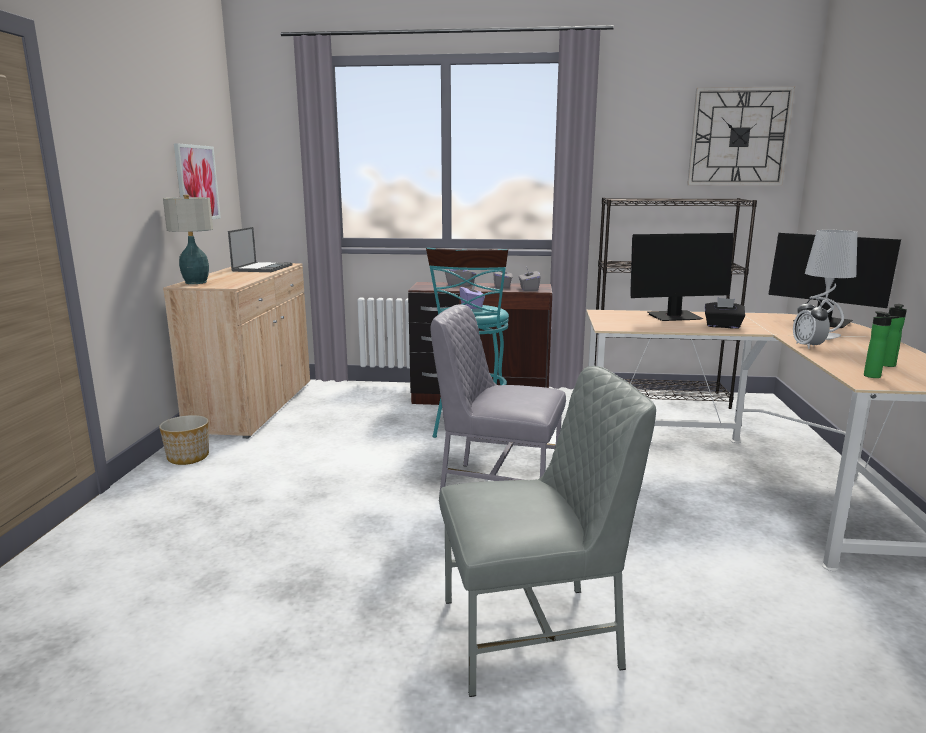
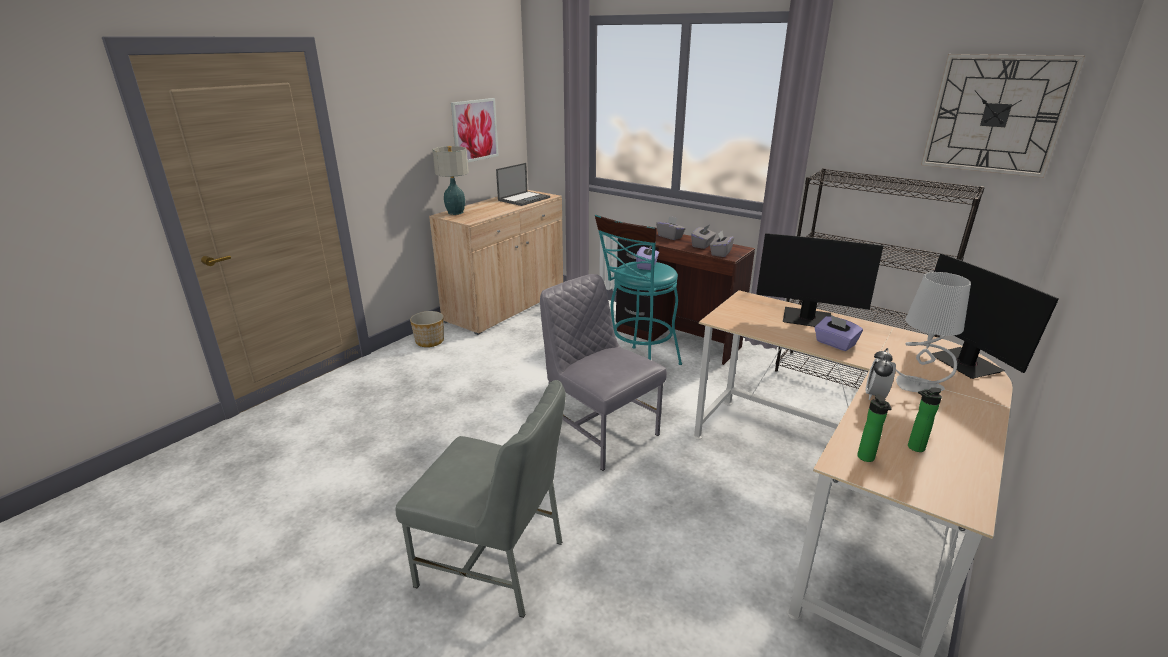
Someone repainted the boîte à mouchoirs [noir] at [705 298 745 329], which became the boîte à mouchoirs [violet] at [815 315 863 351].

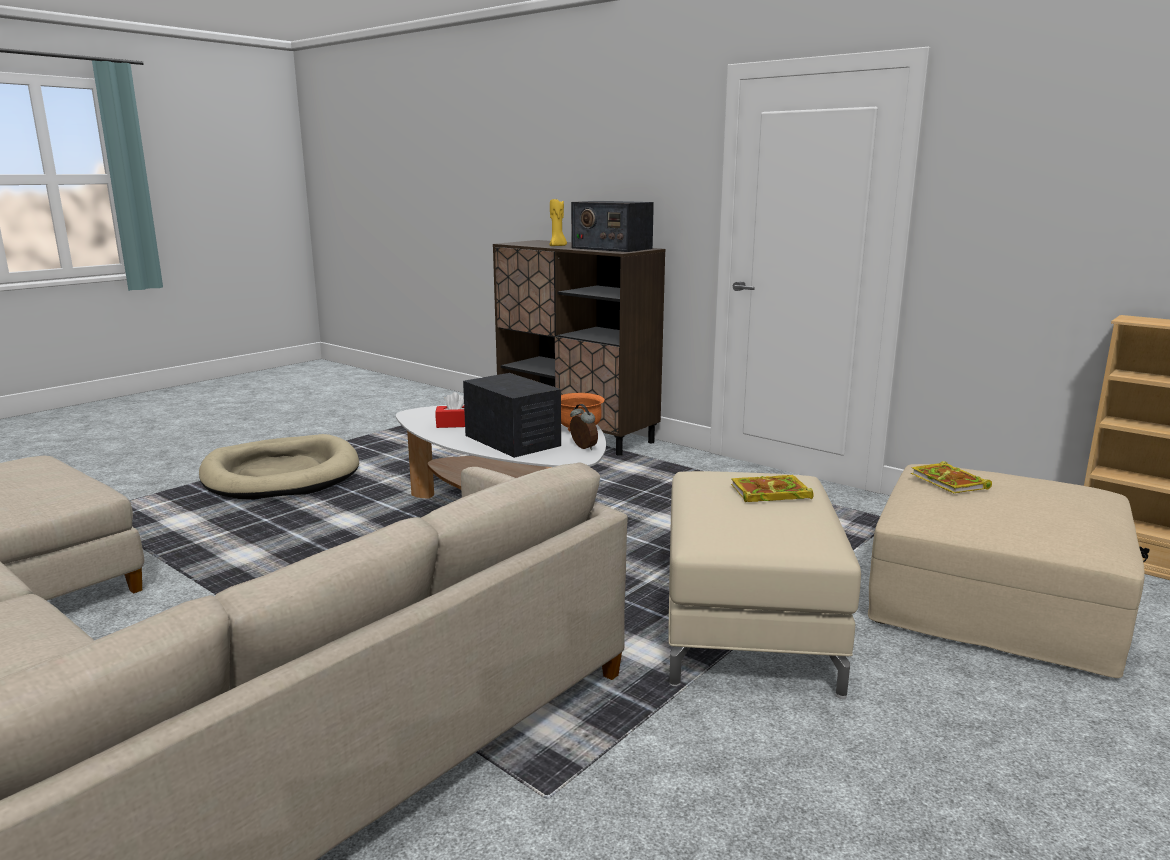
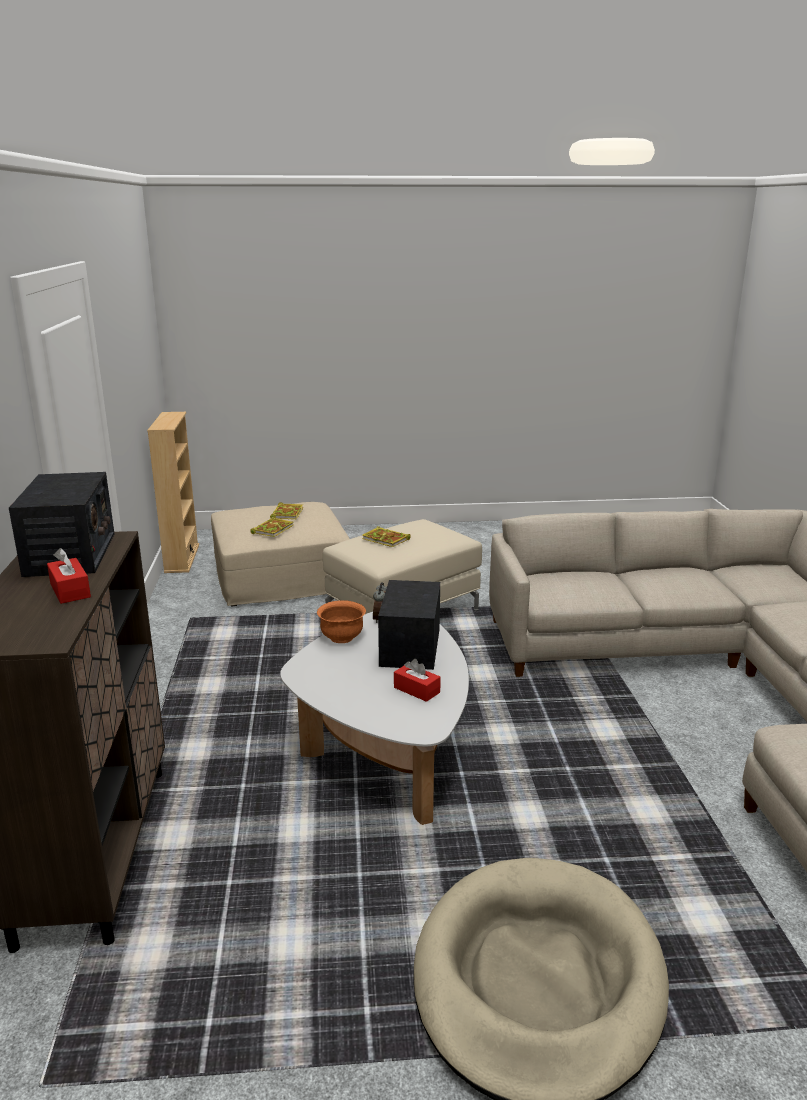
Someone put down the livre at [270 502 303 519]. Someone swapped the bougie [jaune] at [550 199 567 246] for the boîte à mouchoirs [rouge] at [47 548 91 604].

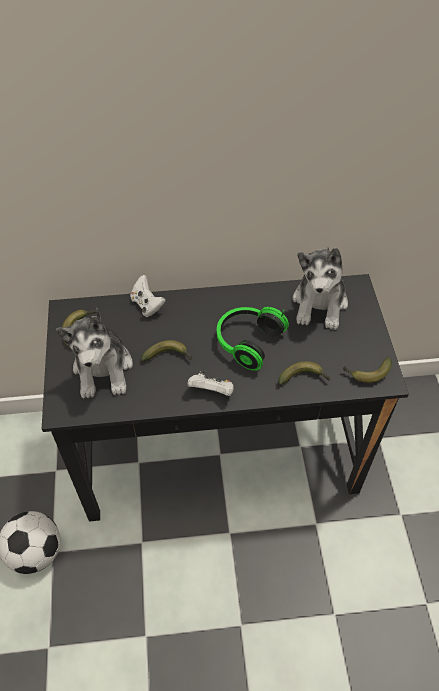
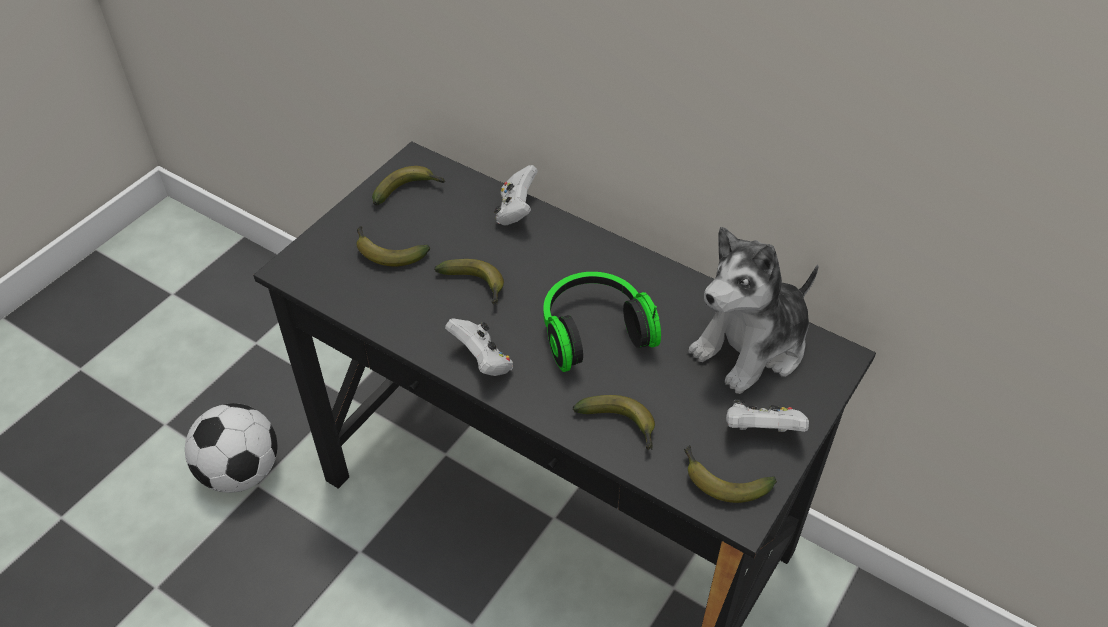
Someone put down the manette [blanc] at [726 399 809 432]. Someone swapped the peluche at [56 308 133 398] for the banane at [356 226 430 266].

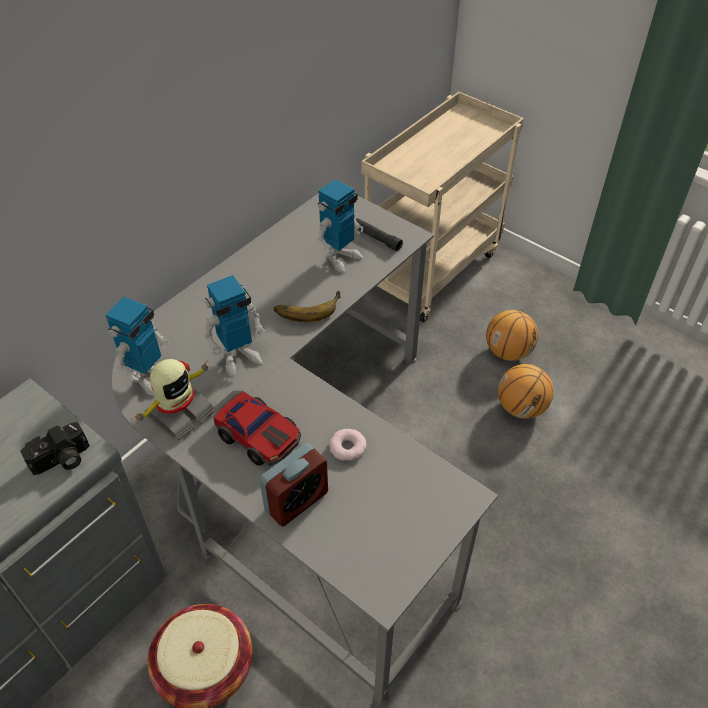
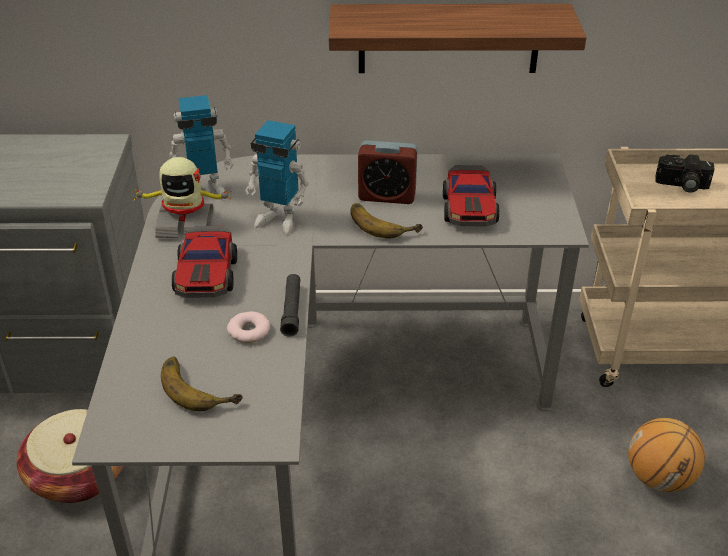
Someone took away the ballon de basket at [498 364 554 419]. Someone put down the banane at [161 357 243 411]. Someone put up the étagère at [329 4 587 73]. Someone carried the appareil photo from [20 422 90 475] to [655 154 715 193]. Someone carried the réveil from [259 443 328 527] to [358 140 418 204]. Someone carried the lampe de poche [noir] from [354 218 403 251] to [280 274 300 337]. Someone swapped the robot jouet at [318 179 363 273] for the petite voiture at [443 165 499 227].

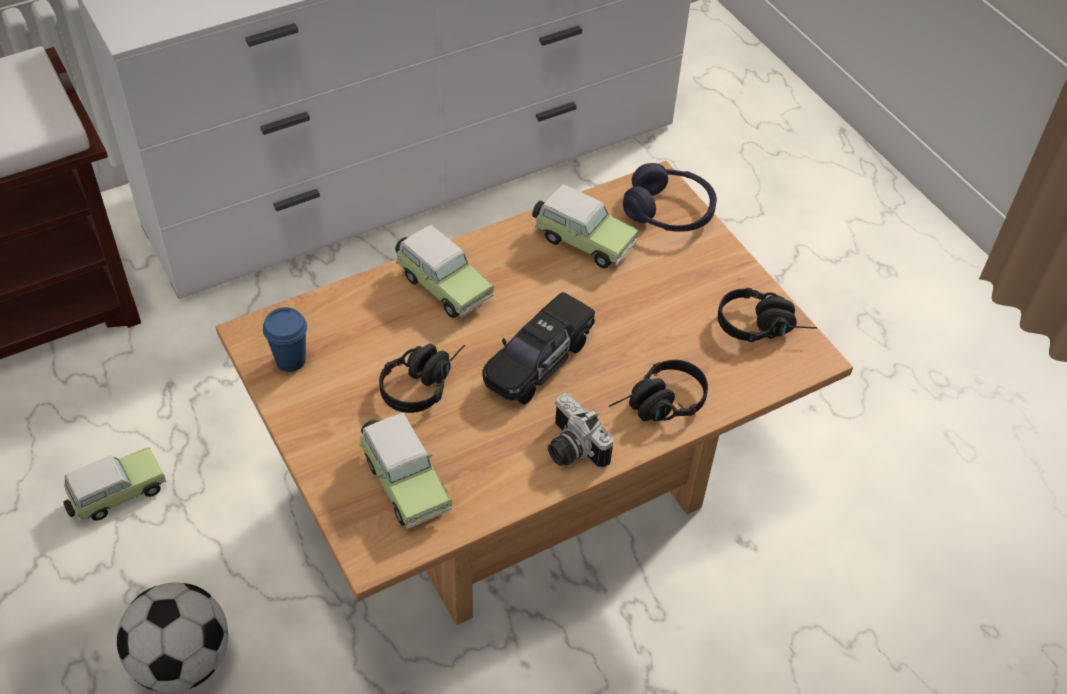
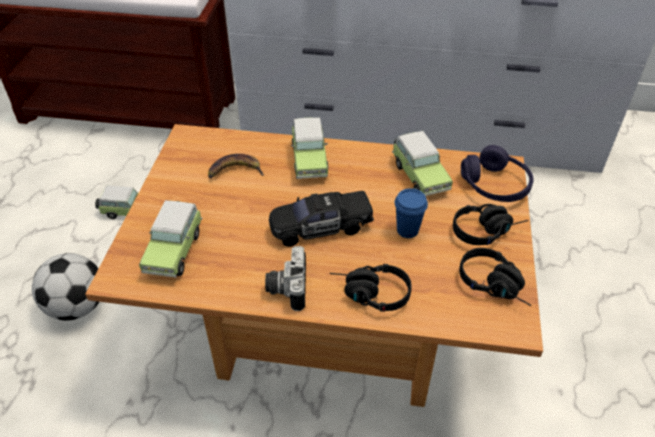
Someone put down the banane at [208 154 264 178]. Someone carried the tasse [bleu] from [263 307 307 372] to [395 188 428 238]. Someone carried the casque audio [noir] from [379 344 465 413] to [453 204 529 245].

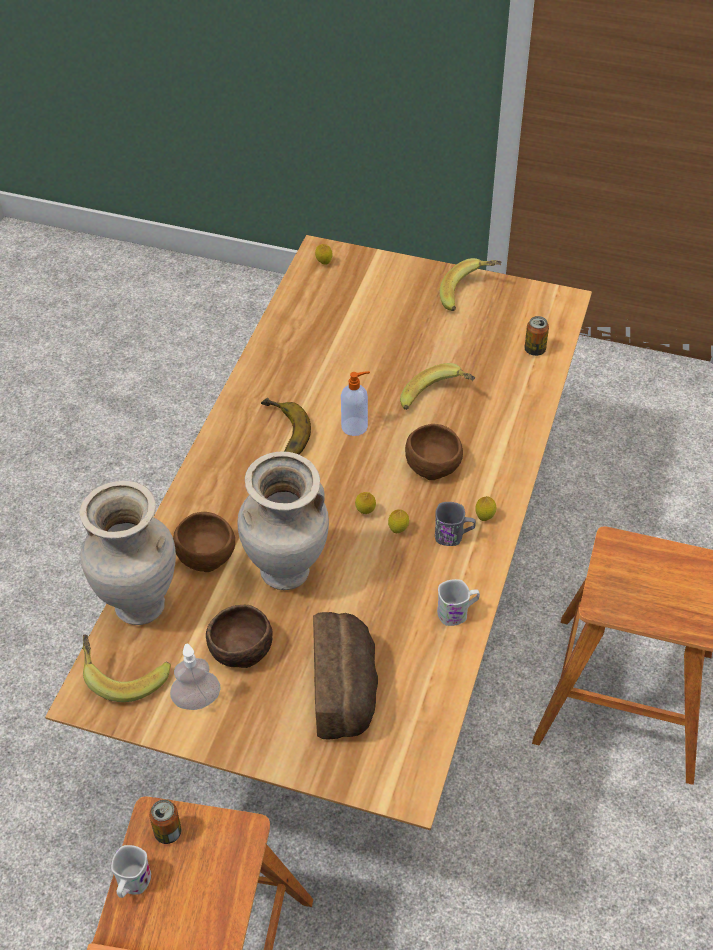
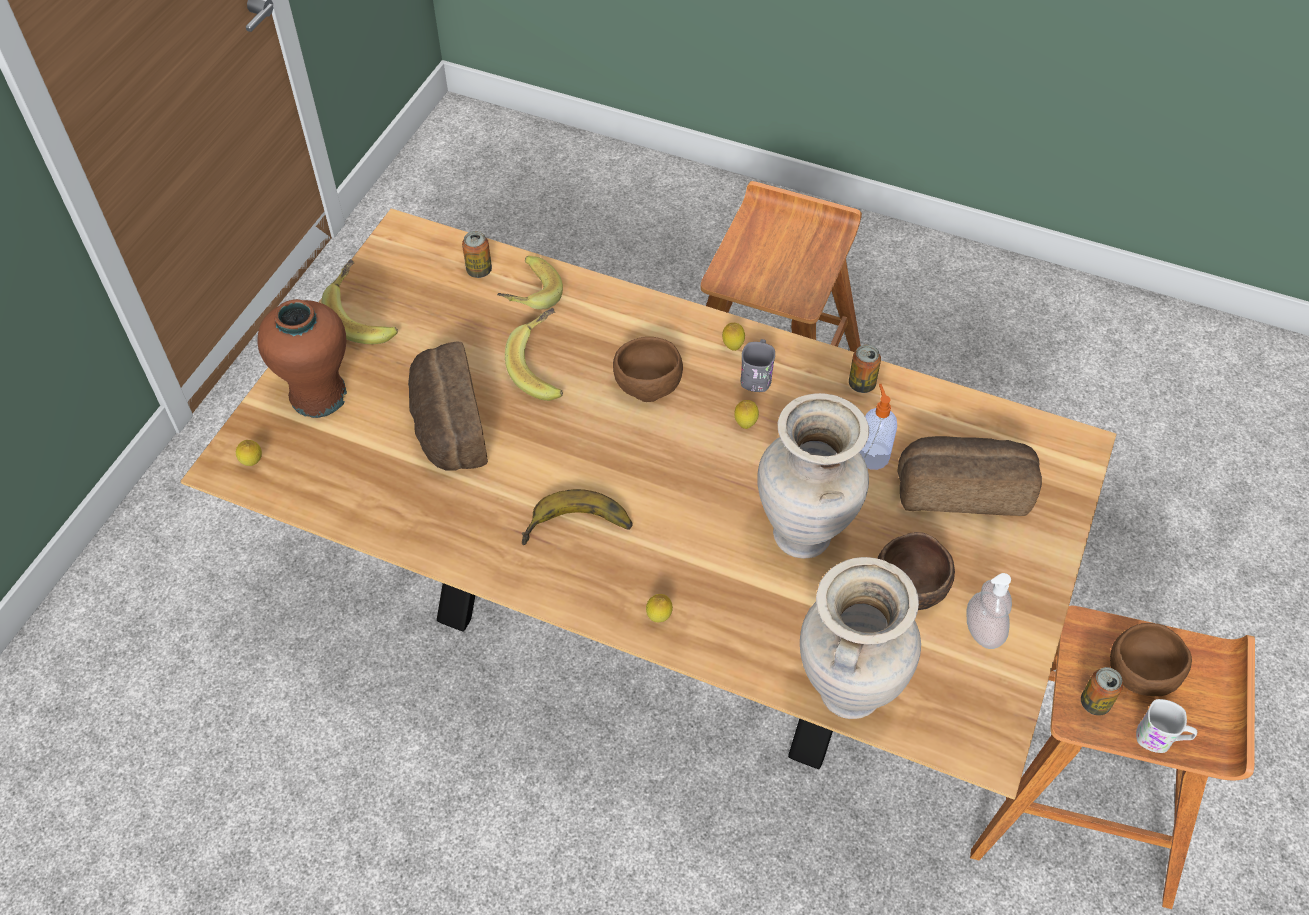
Someone put down the vase [marron] at [257 299 347 418]. Someone put down the pain at [408 342 488 471]. Someone carried the banane from [82 634 171 702] to [497 256 563 309]. Someone carried the bol [marron] from [173 512 235 572] to [1110 623 1192 696]. Someone carried the distributeur de savon from [341 371 370 436] to [859 384 897 470]. Someone carried the citron from [355 492 376 514] to [646 594 673 622]. Someone swapped the mug [blanc] at [437 579 480 626] for the boîte métallique at [849 345 881 393].

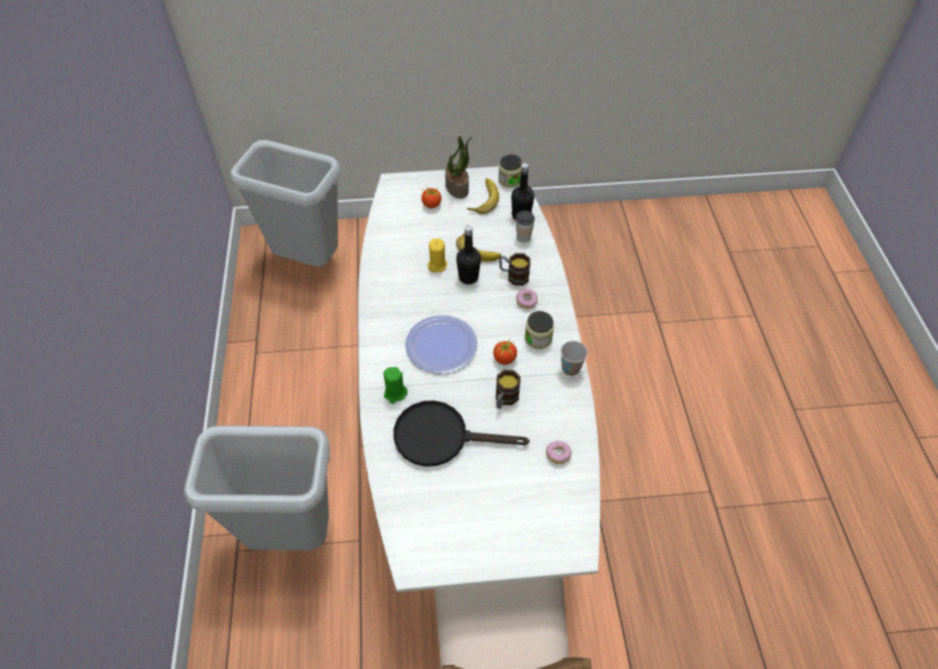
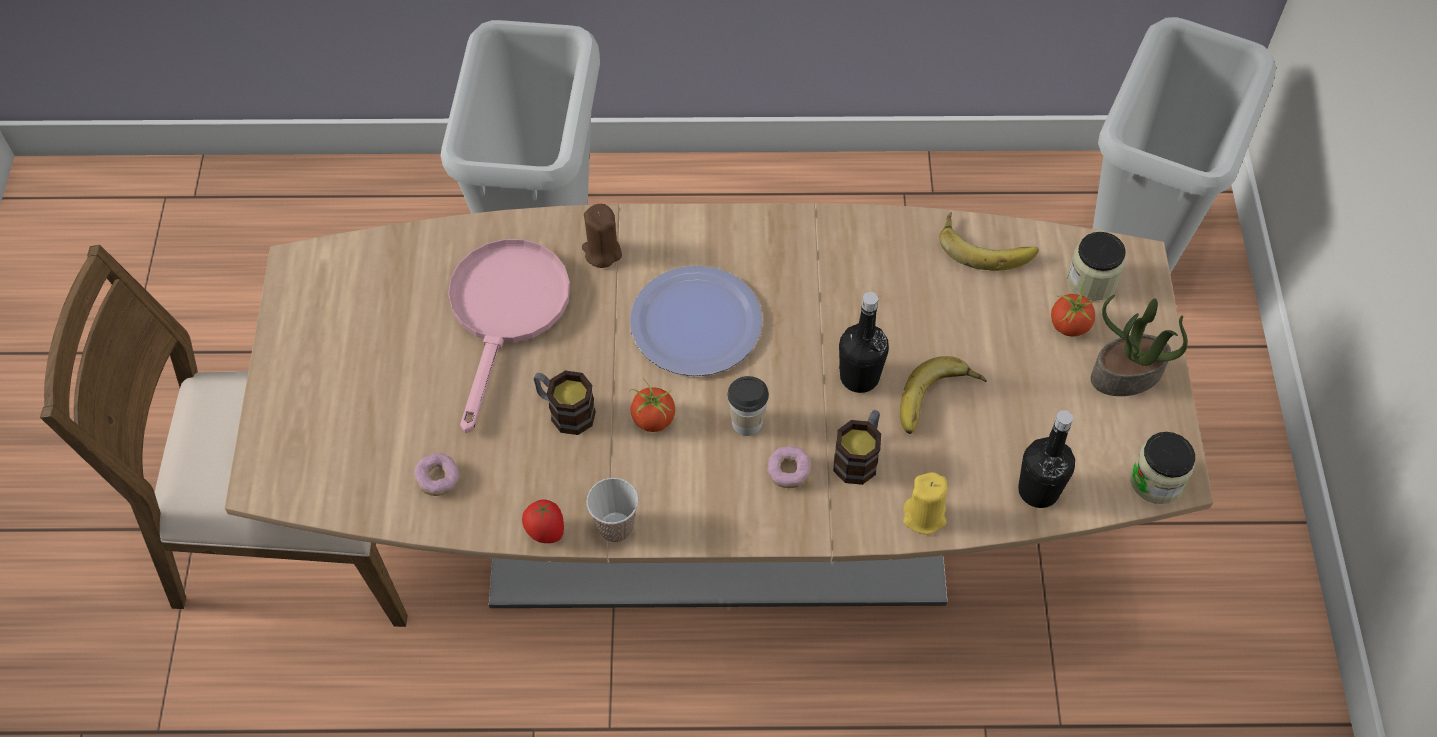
Someone put down the tomate at [522 500 564 543]. Someone carried the bougie [jaune] from [428 238 447 272] to [903 472 948 535]. Someone carried the banane from [467 178 499 214] to [939 212 1039 271]. Someone carried the tasse from [516 210 535 242] to [728 376 769 436]. Someone carried the bocal from [525 311 554 349] to [1067 232 1126 301]. Someone repainted the table à manger [blanc] at [358 166 600 592], which became the table à manger [marron] at [225 203 1213 608]. Someone repainted the bougie [vert] at [384 367 408 404], which became the bougie [marron] at [582 204 622 268]. Someone repainted the poêle [noir] at [394 400 530 467], which became the poêle [rose] at [448 239 570 433].

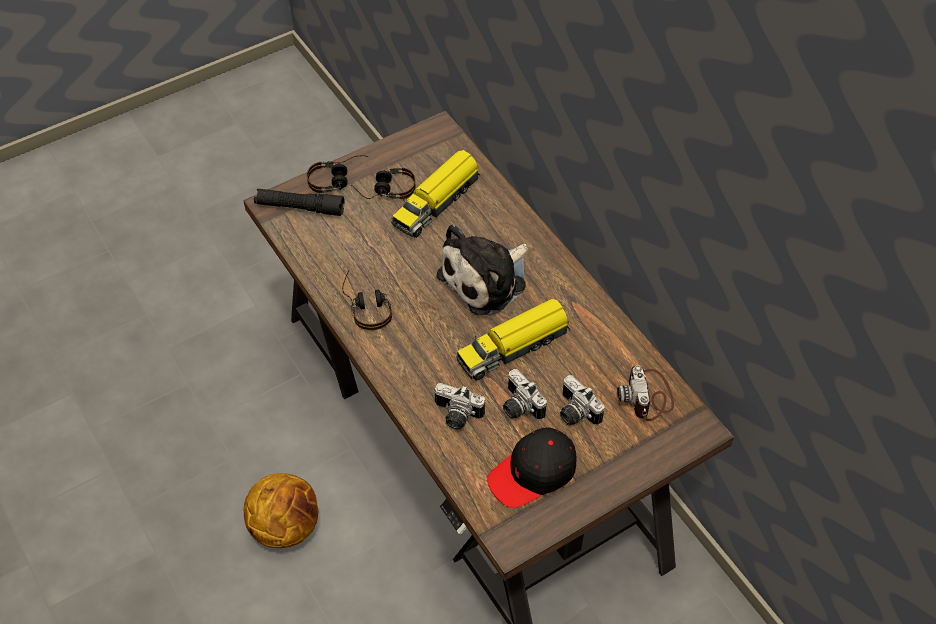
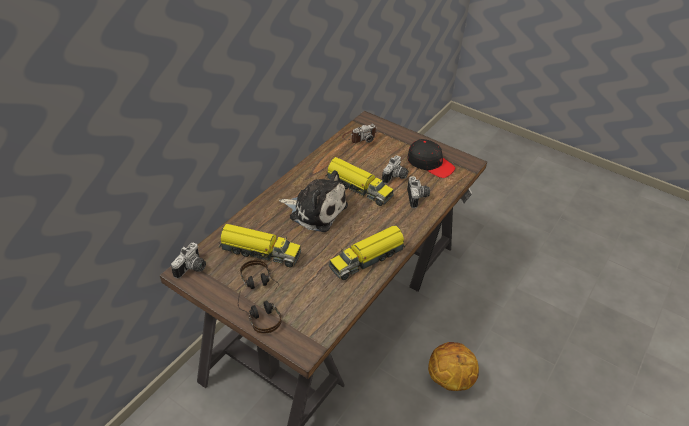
Someone took away the lampe de poche [noir] at [254 189 345 216]. Someone carried the appareil photo from [560 375 604 426] to [171 242 206 279]. Someone swapped the casque audio at [342 270 392 330] for the camion jouet at [329 226 405 280].

